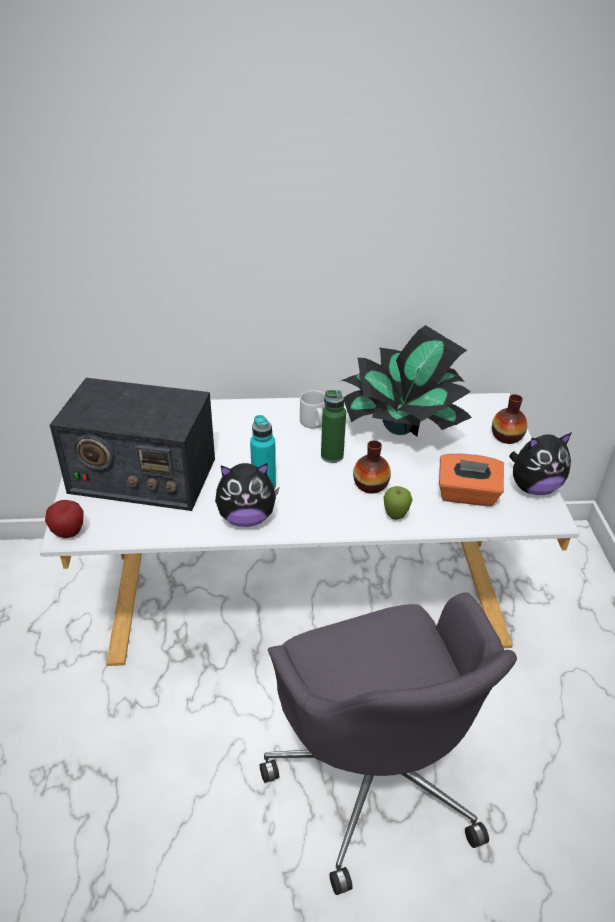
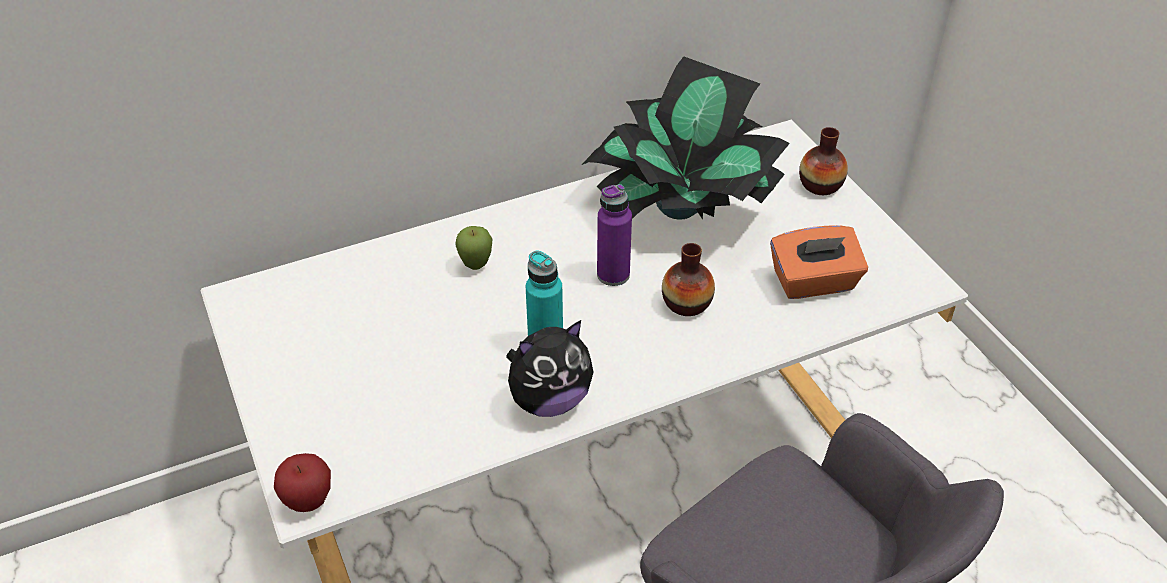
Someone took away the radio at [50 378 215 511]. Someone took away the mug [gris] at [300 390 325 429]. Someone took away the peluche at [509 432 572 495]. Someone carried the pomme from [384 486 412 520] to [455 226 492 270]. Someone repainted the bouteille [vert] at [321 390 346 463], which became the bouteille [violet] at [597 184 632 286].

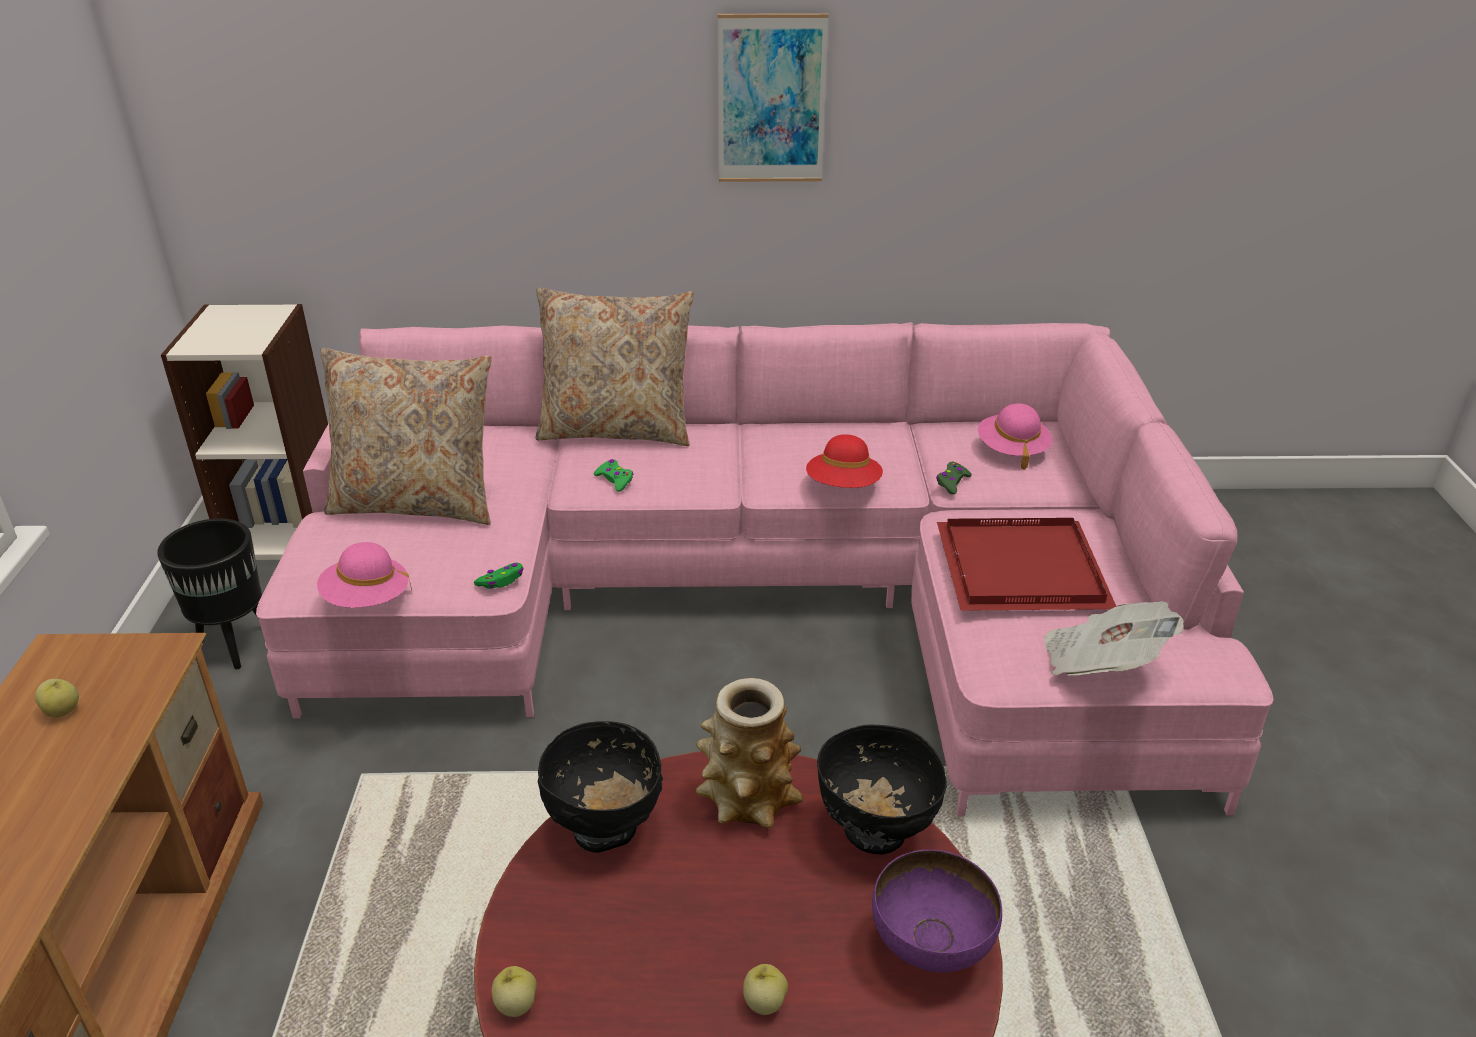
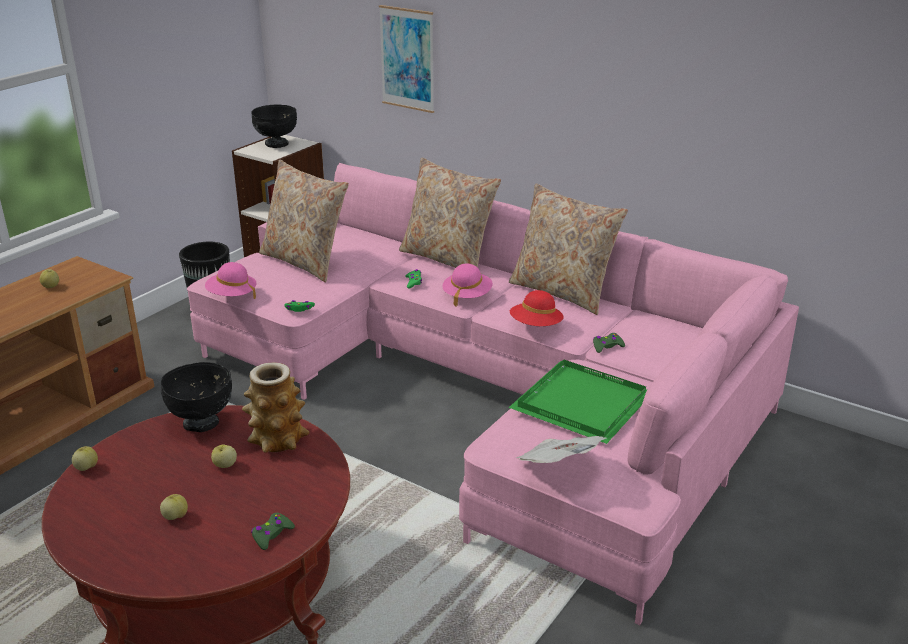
Someone put down the pomme at [211 444 237 468]. Someone put down the coussin [beige] at [509 184 628 315]. Someone carried the tableau from [718 13 829 182] to [379 5 434 113]. Someone carried the bol [noir] from [817 725 947 855] to [251 104 297 148]. Someone carried the chapeau [rose] from [978 403 1052 470] to [442 263 493 307]. Someone swapped the bol [violet] at [872 850 1002 972] for the manette [vert] at [251 513 295 550]. Someone repainted the plateau [rouge] at [937 518 1117 611], which became the plateau [vert] at [509 359 647 444].

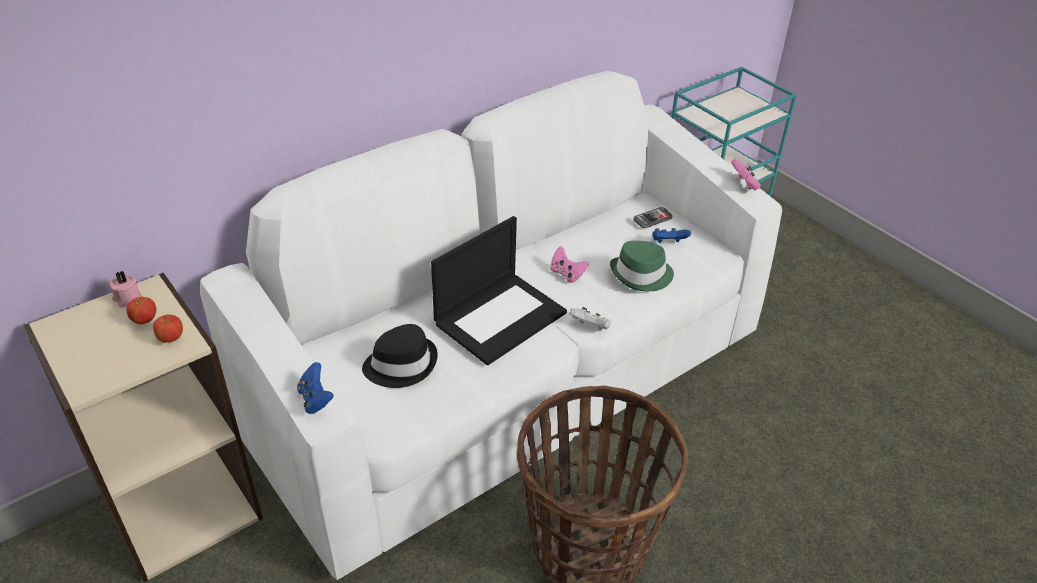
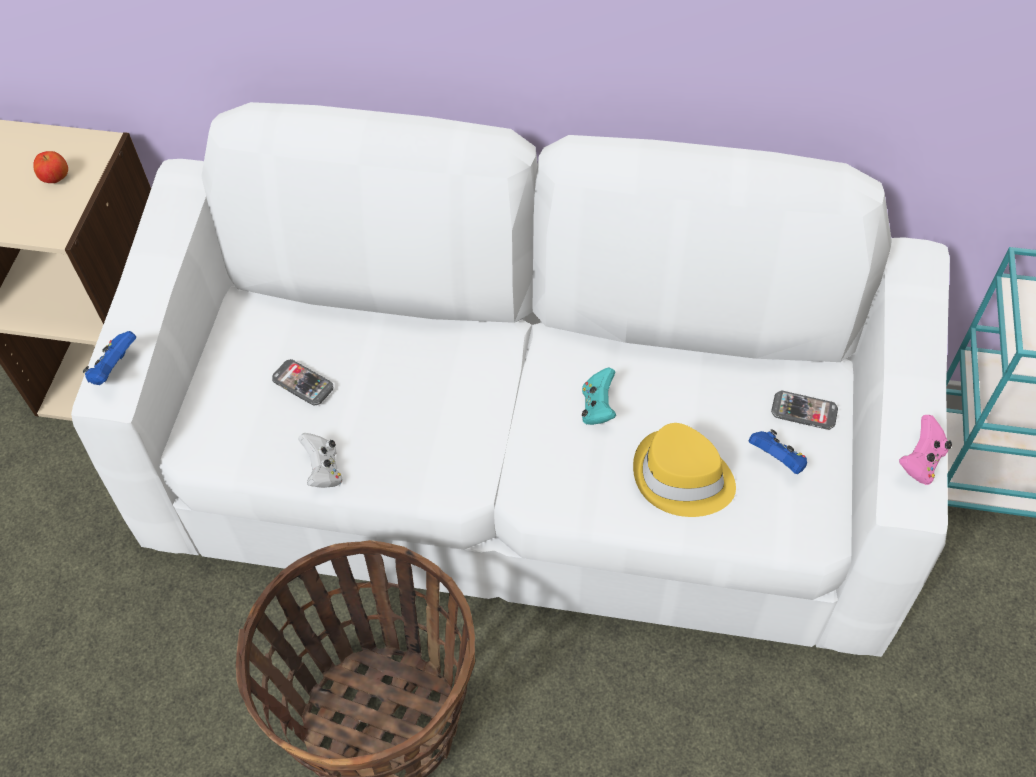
Someone took away the bougie [rose] at [110 271 142 307]. Someone took away the pomme at [153 315 183 342]. Someone took away the ordinateur portable at [431 216 567 365]. Someone carried the manette [blanc] from [570 307 611 330] to [298 433 343 488]. Someone swapped the chapeau [noir] at [362 324 438 388] for the téléphone at [272 359 333 406]. Someone repainted the manette [rose] at [550 246 589 283], which became the manette [turquoise] at [582 367 616 425]. Someone repainted the chapeau [vert] at [610 241 674 291], which became the chapeau [jaune] at [633 423 736 517].

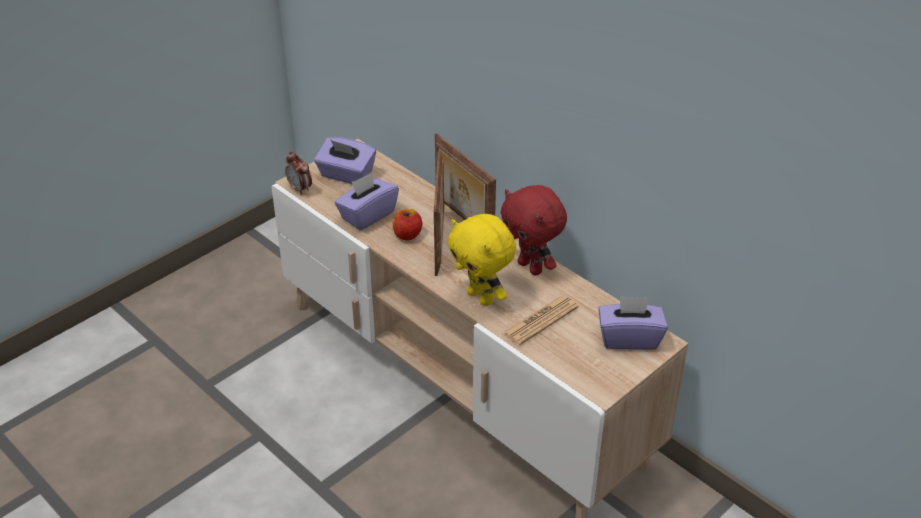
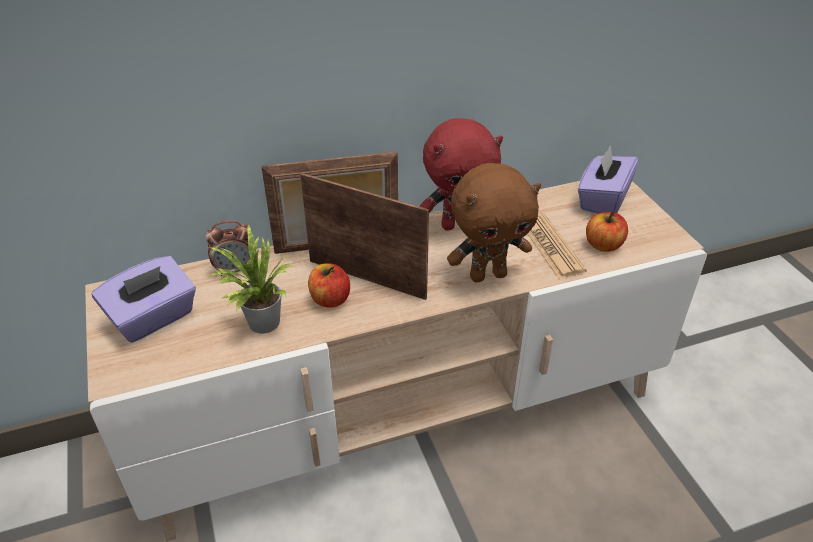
Someone put down the pomme at [586 211 628 252]. Someone carried the réveil from [285 152 312 195] to [206 221 251 276]. Someone swapped the boîte à mouchoirs [violet] at [335 172 399 230] for the plante en pot at [208 224 292 333]. Someone repainted the peluche [jaune] at [448 214 516 306], which became the peluche [marron] at [447 163 541 282].

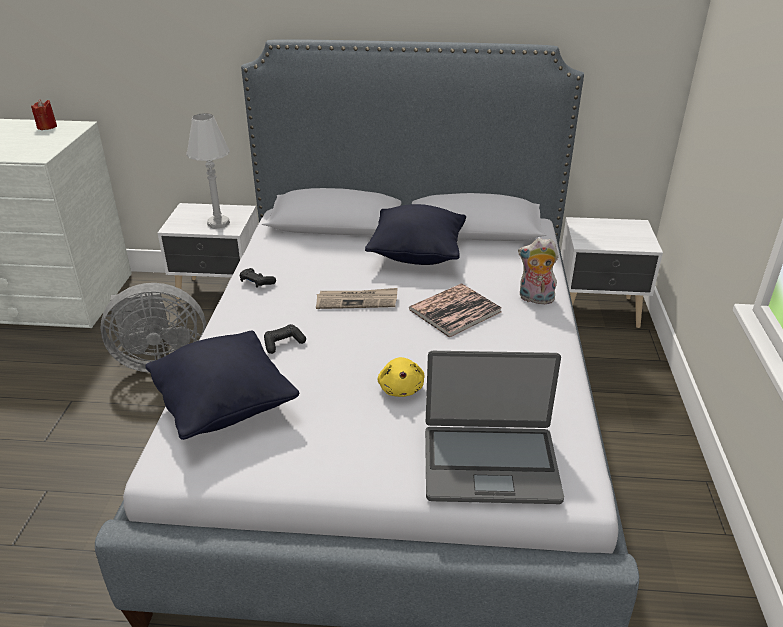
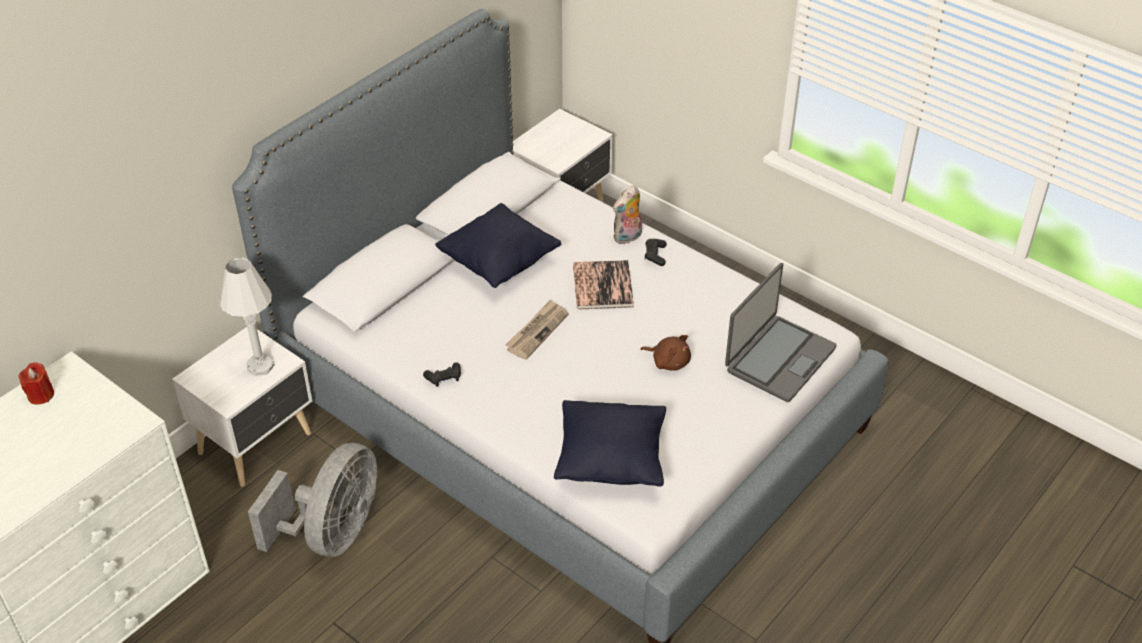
Someone carried the manette [noir] from [264 324 306 354] to [645 239 667 266]. Someone repainted the peluche [jaune] at [377 357 425 397], which became the peluche [marron] at [640 335 691 370].

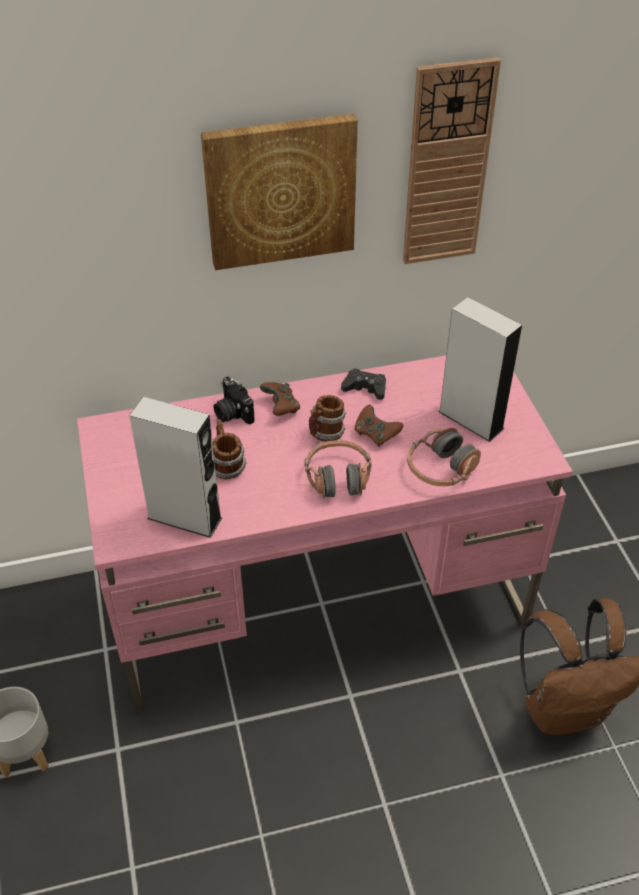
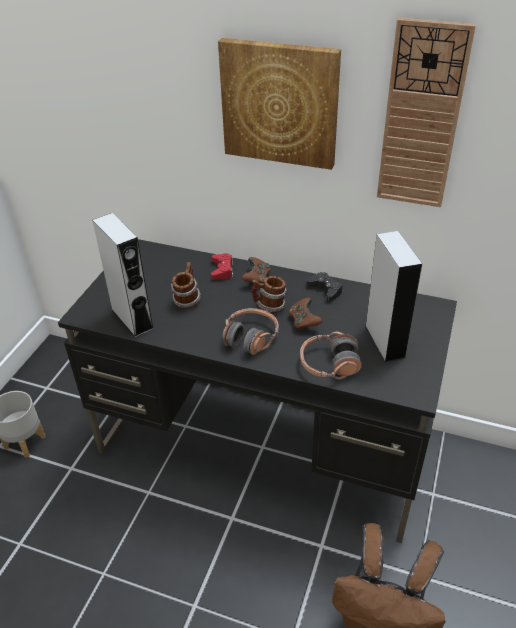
Someone swapped the appareil photo at [214 377 255 424] for the manette [rouge] at [211 253 234 279]. Someone repainted the bureau [rose] at [77 355 573 713], which became the bureau [noir] at [58 239 457 543].

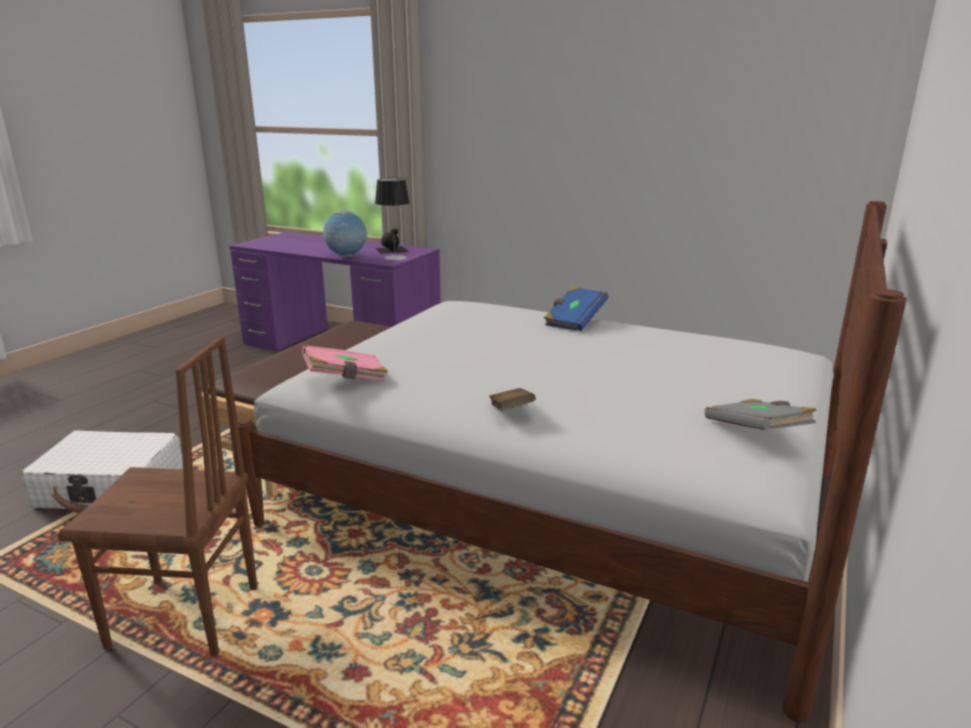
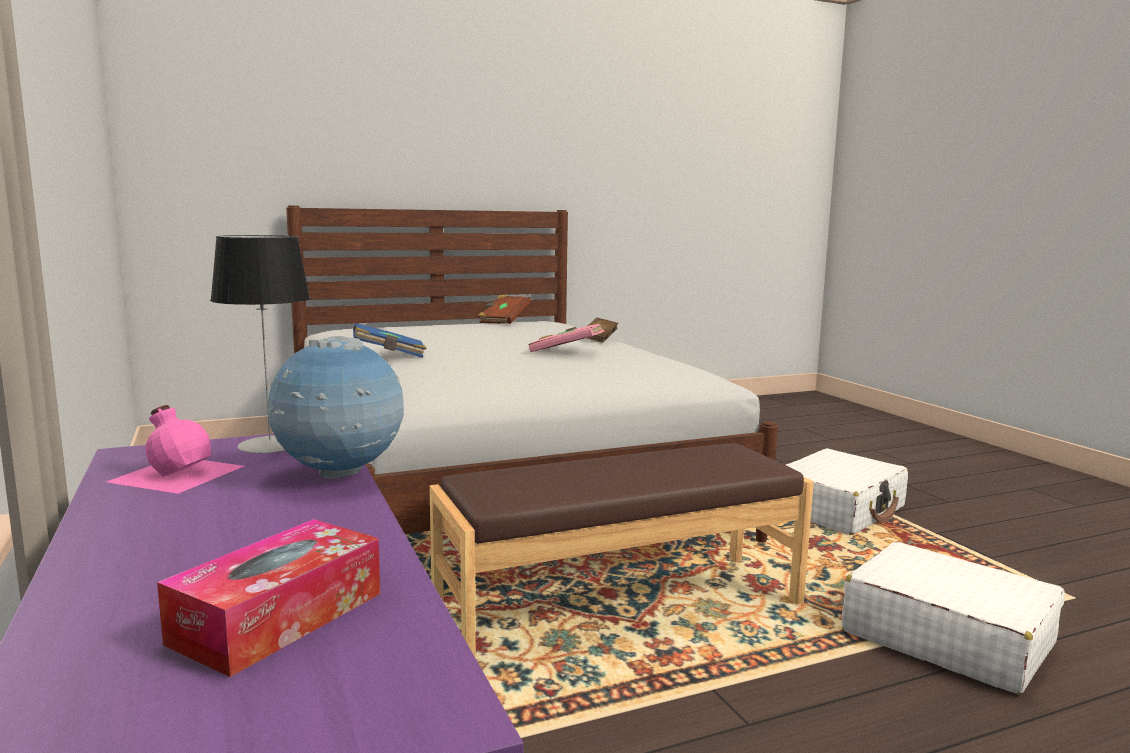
Someone put down the boîte à mouchoirs at [157 519 380 677]. Someone carried the livre [rose] from [302 344 388 382] to [529 321 604 352]. Someone swapped the chaise [marron] at [57 336 258 656] for the valise [blanc] at [786 449 908 535]. Someone repainted the bouteille [noir] at [375 228 409 254], which became the bouteille [rose] at [106 405 244 494]. Someone repainted the livre [gris] at [705 399 817 430], which became the livre [marron] at [478 295 531 324].

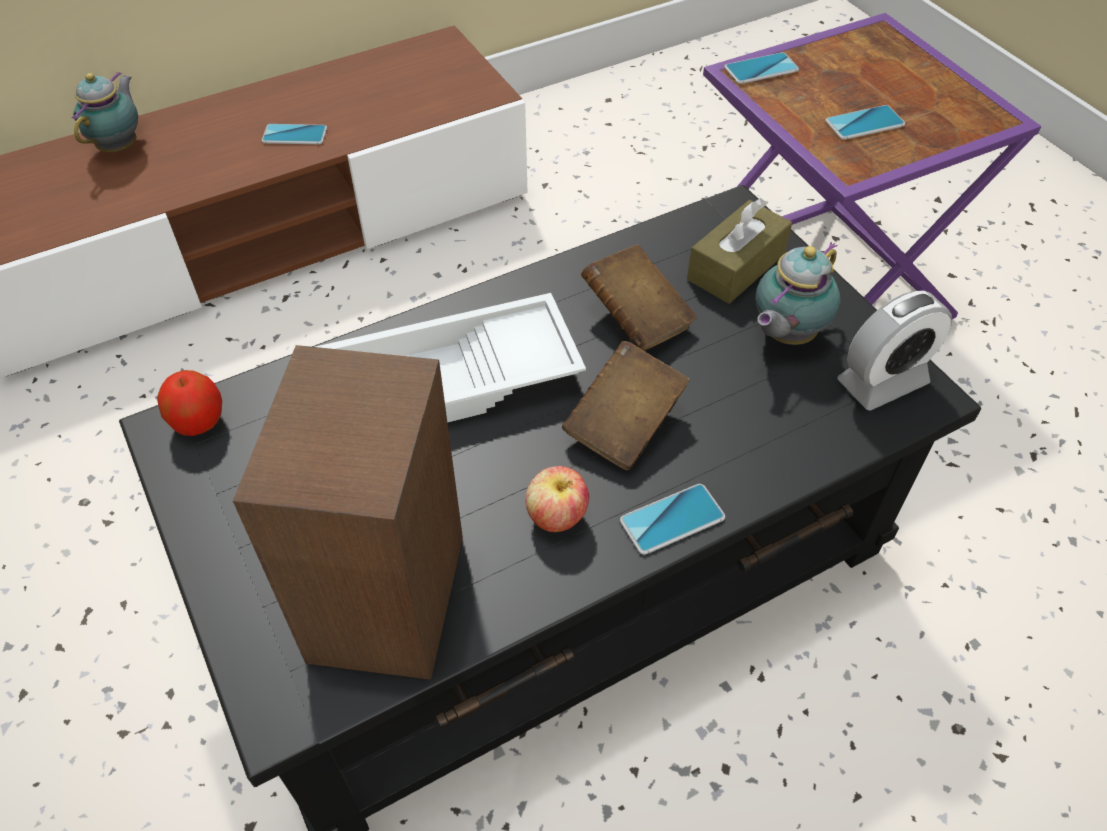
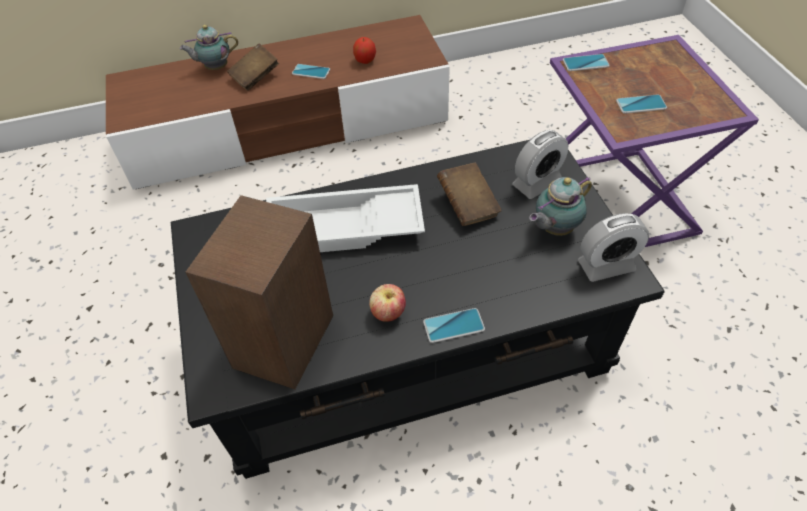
Someone carried the pomme from [157 370 222 436] to [353 37 376 64]. Someone carried the livre [marron] from [562 341 690 470] to [227 44 279 91]. Someone swapped the boîte à mouchoirs [marron] at [687 198 792 304] for the réveil at [512 130 568 199]. Someone rotated the théière at [71 72 138 152] by 135 degrees counterclockwise.

